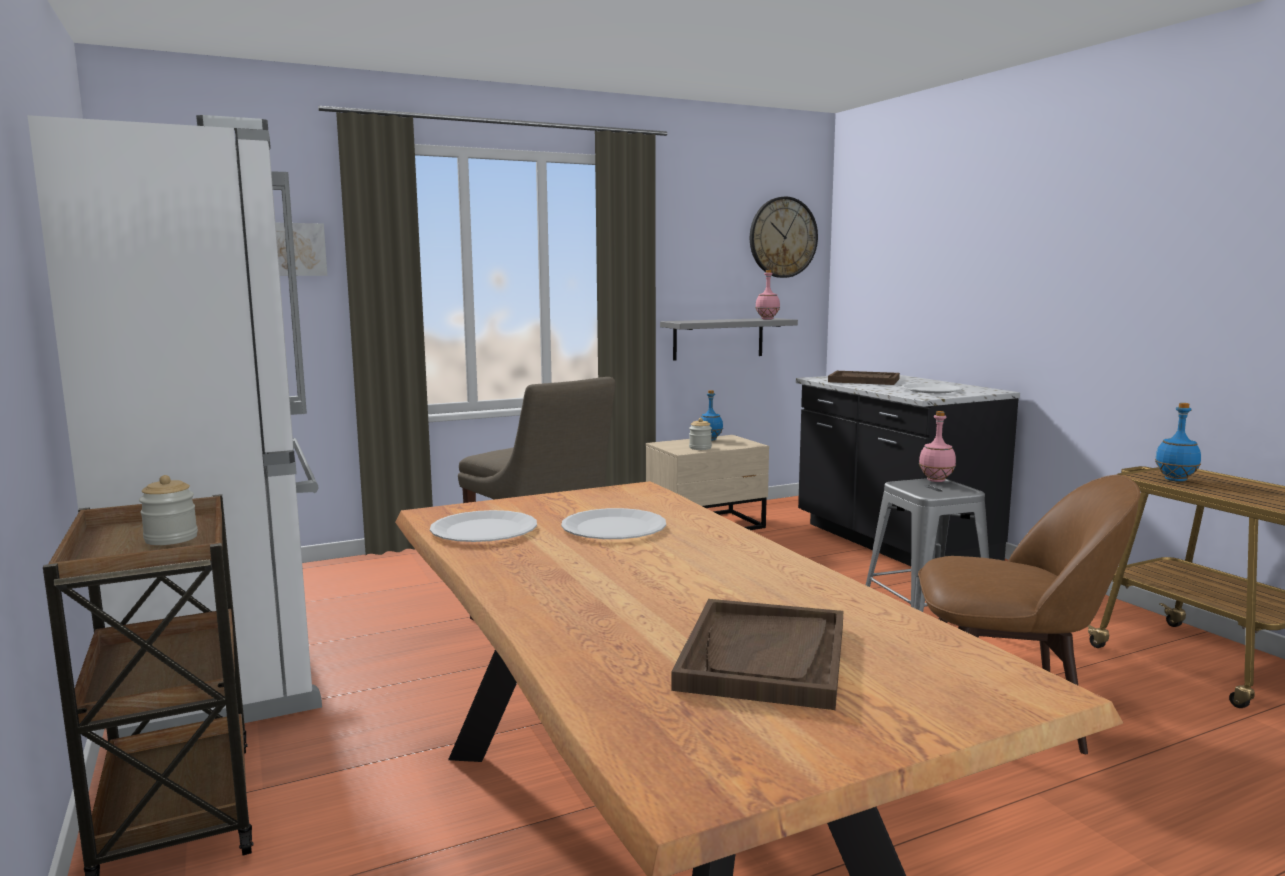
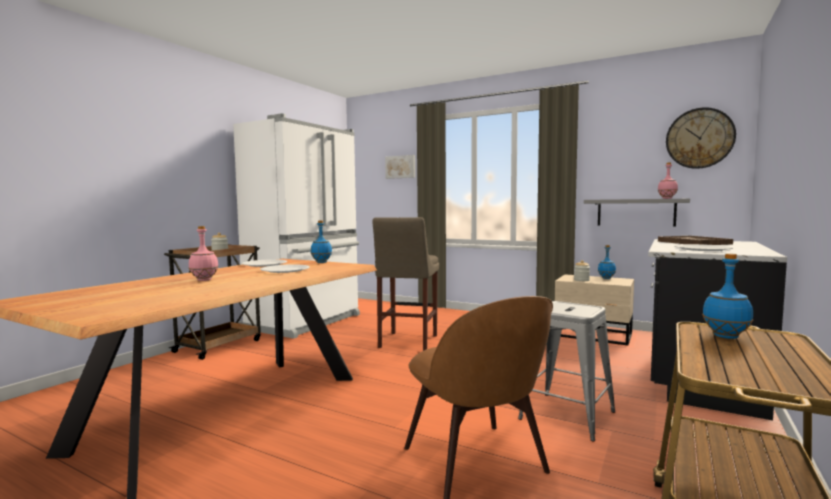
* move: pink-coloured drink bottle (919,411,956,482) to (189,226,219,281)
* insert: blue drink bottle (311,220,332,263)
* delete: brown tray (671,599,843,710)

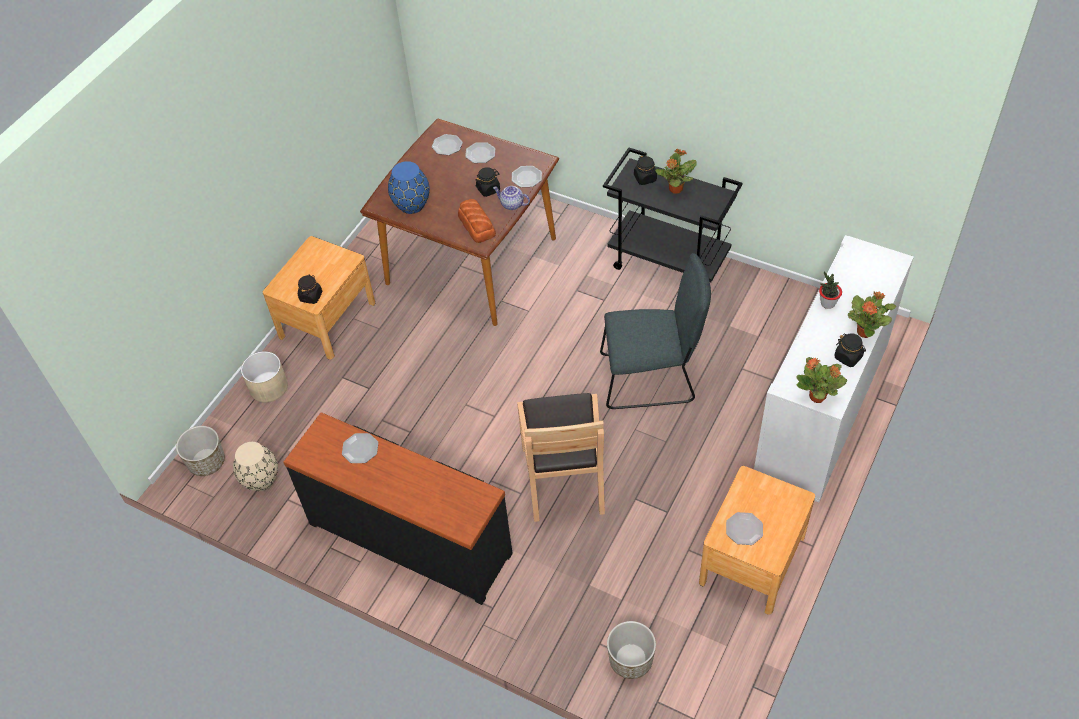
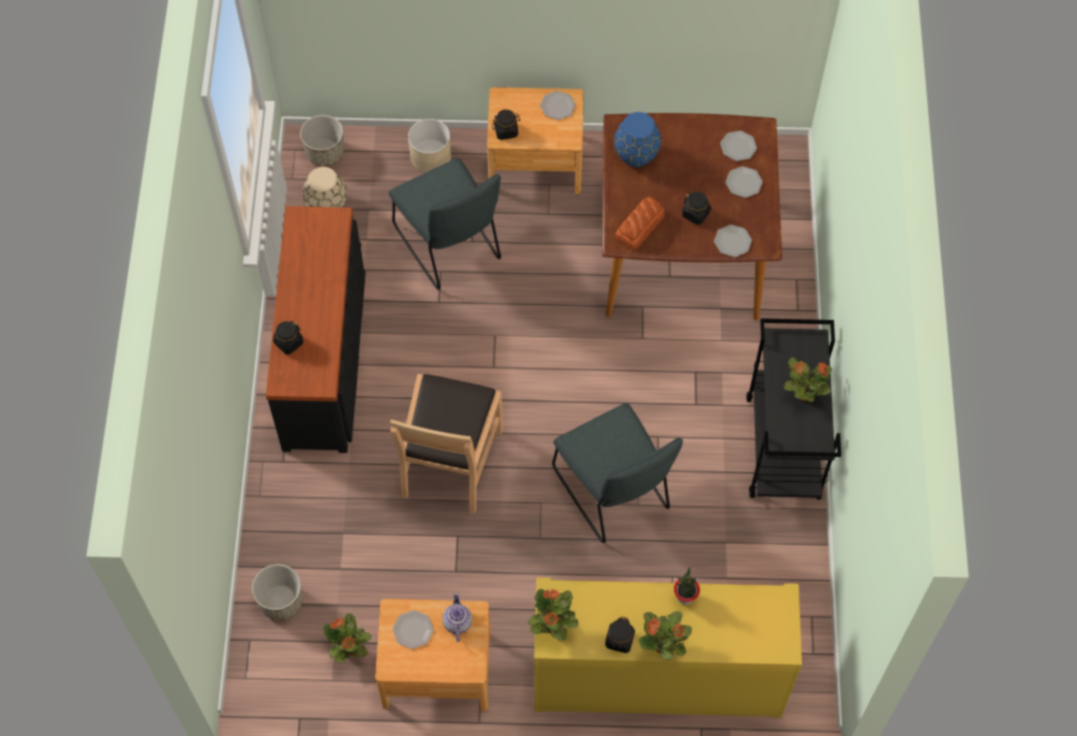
* move: black storage jar (634,155,657,185) to (273,321,303,355)
* insert: plant in a pot (323,613,372,663)
* insert: greyish plain chair (389,158,501,290)
* rotate: brown plain chair (517,393,605,522) = (390,374,503,514) 45 degrees counterclockwise
* move: tea pot (493,186,530,210) to (442,592,472,642)
* recolor: white-coloured storage cabinet (754,235,914,503) to yellow storage cabinet (534,577,802,718)
* move: flat dish (342,433,378,463) to (540,91,575,120)

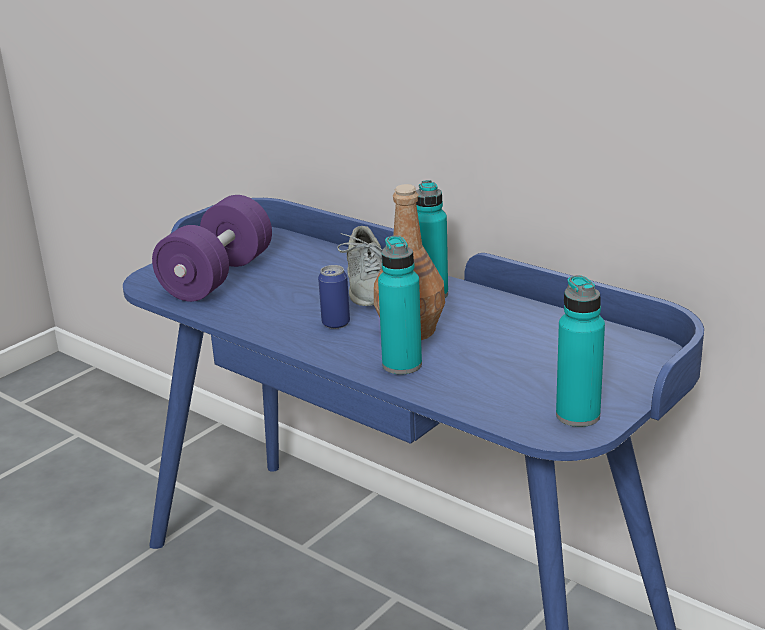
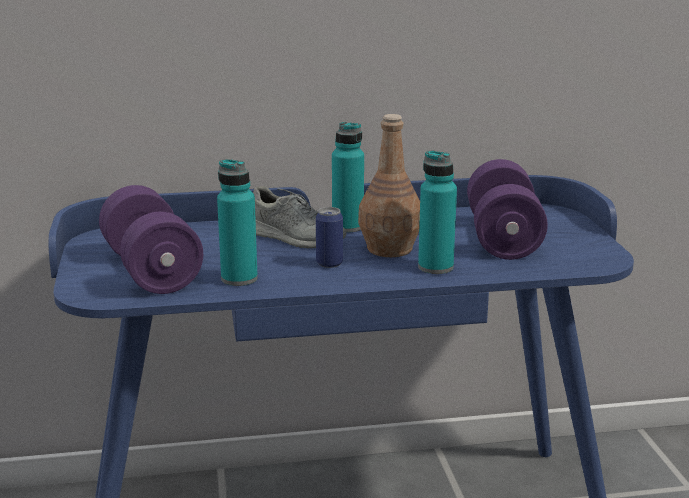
* move: turquoise drink bottle (556,275,605,427) to (217,159,258,286)
* insert: purple-coloured hand weight (467,159,548,260)

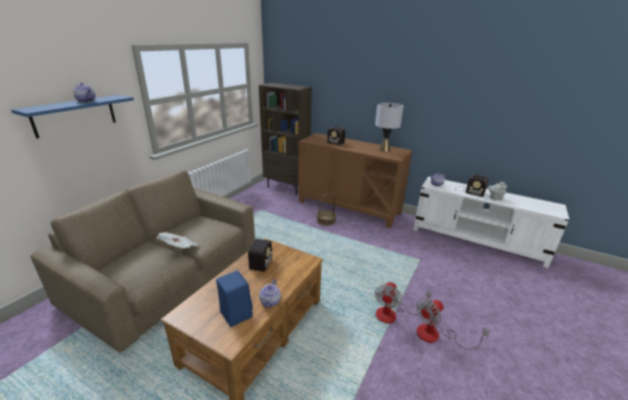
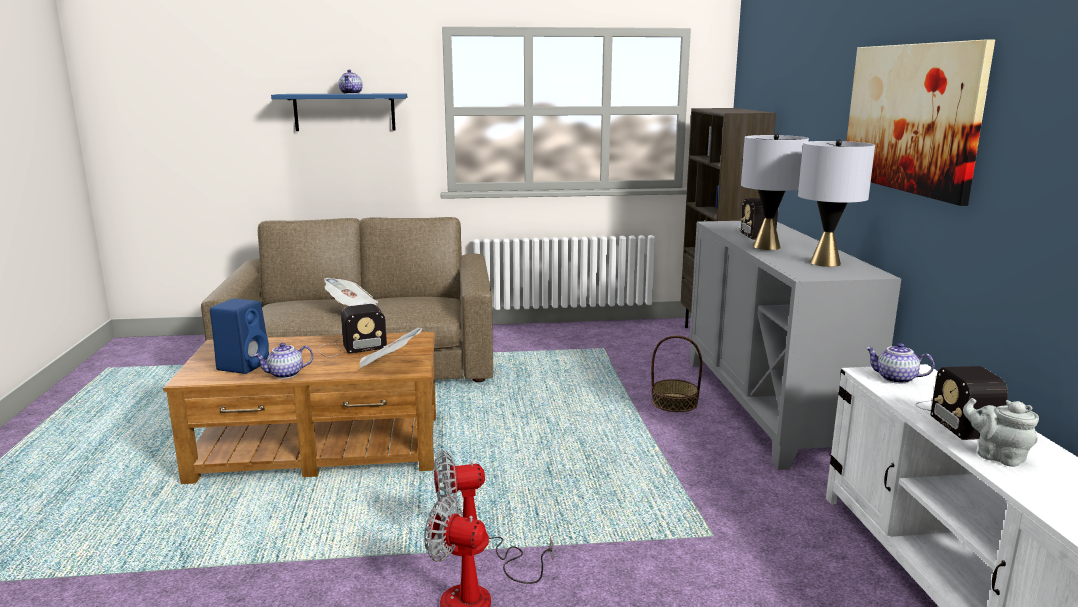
* insert: daily paper (358,327,422,369)
* recolor: brown storage cabinet (298,133,412,228) to greyish storage cabinet (689,221,901,470)
* insert: greyish lamp for a table (741,133,809,250)
* insert: picture (847,39,995,206)

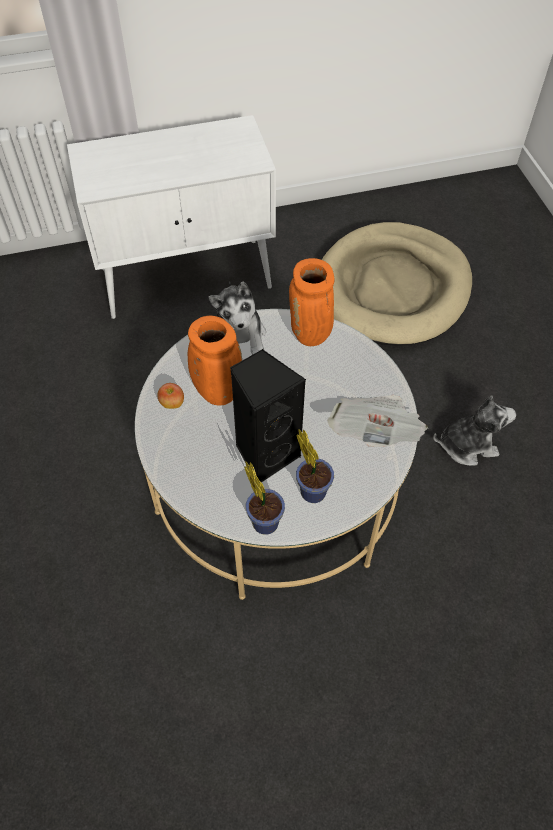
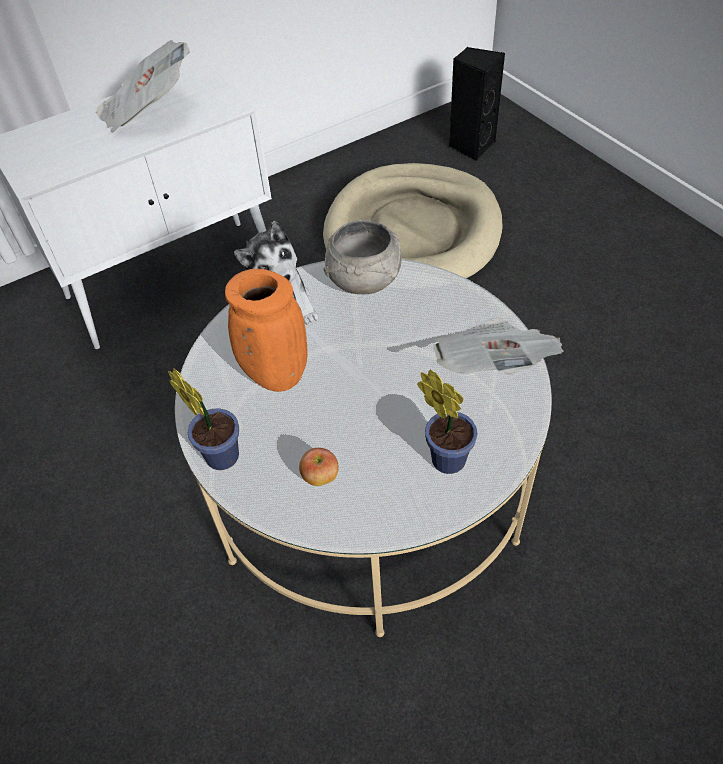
* insert: daily paper (96,40,189,133)
* move: plant in a pot (244,462,285,535) to (168,368,239,470)
* move: whole apple (157,383,184,409) to (299,448,339,486)
* replace: orangey flower vase (289,258,334,346) to greyish serving bowl (324,220,402,294)
* move: black audio speaker (230,349,306,482) to (449,47,505,161)
* delete: soft toy (433,395,516,466)

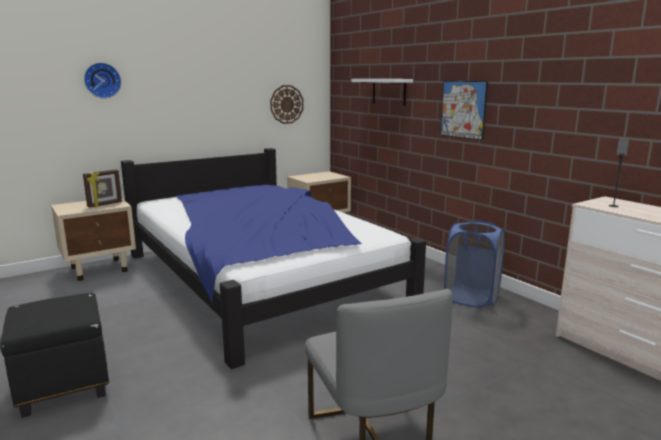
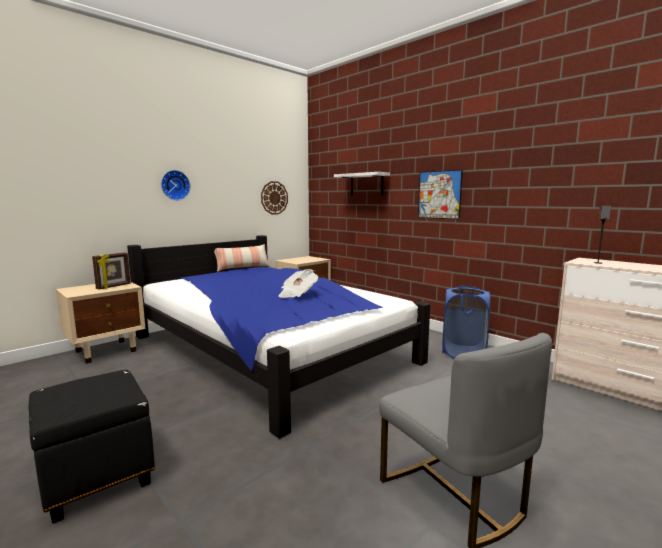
* move: clock on the wall (84,62,121,99) to (161,170,190,200)
* insert: throw pillow (214,244,270,272)
* insert: daily paper (278,269,318,298)

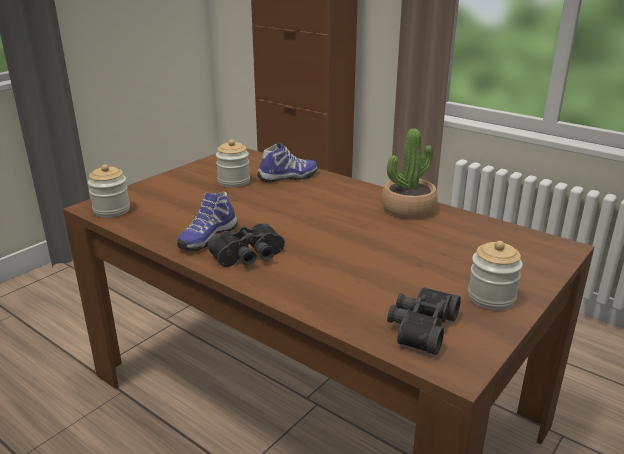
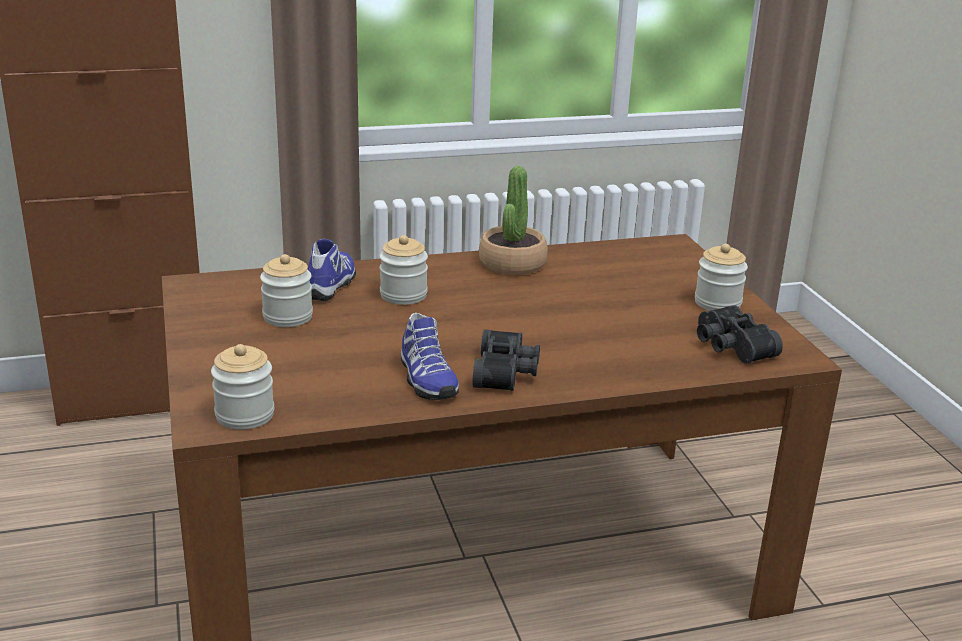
* insert: storage jar (380,235,428,305)

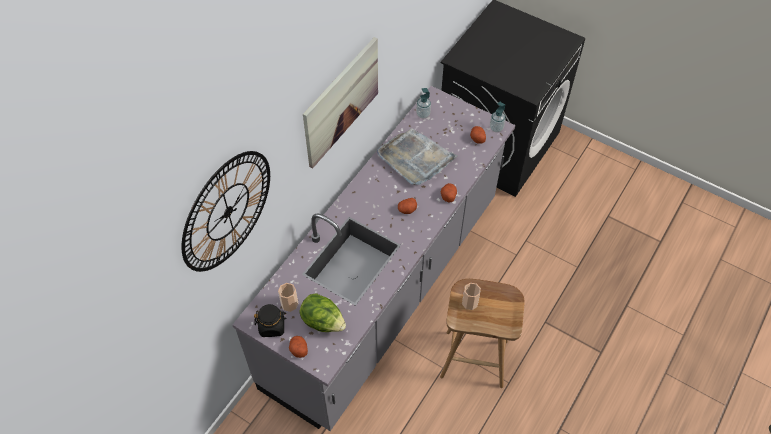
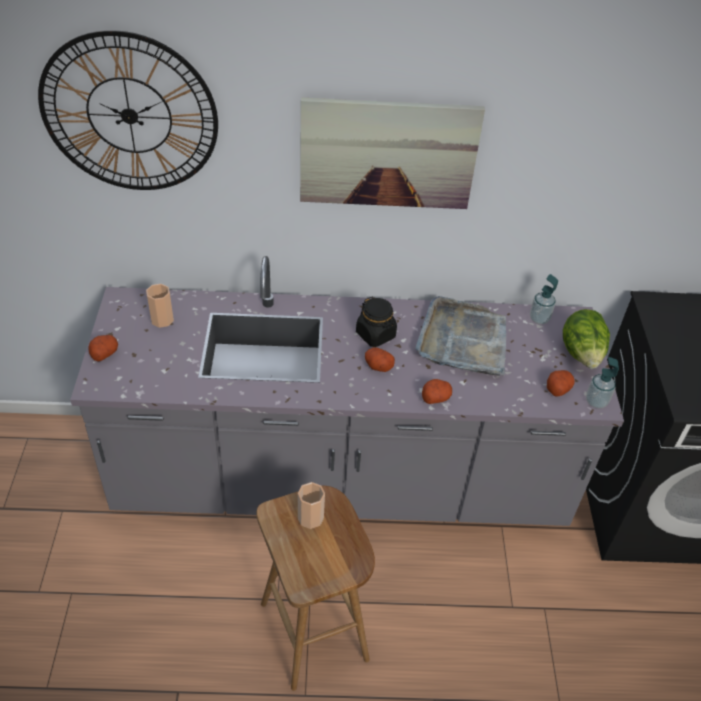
* move: black storage jar (254,304,287,337) to (356,297,397,347)
* move: head of lettuce (300,293,346,332) to (563,309,610,369)

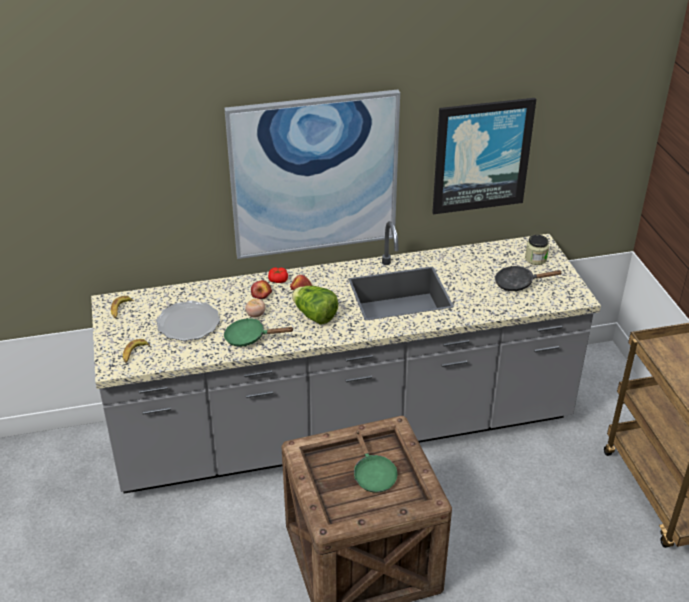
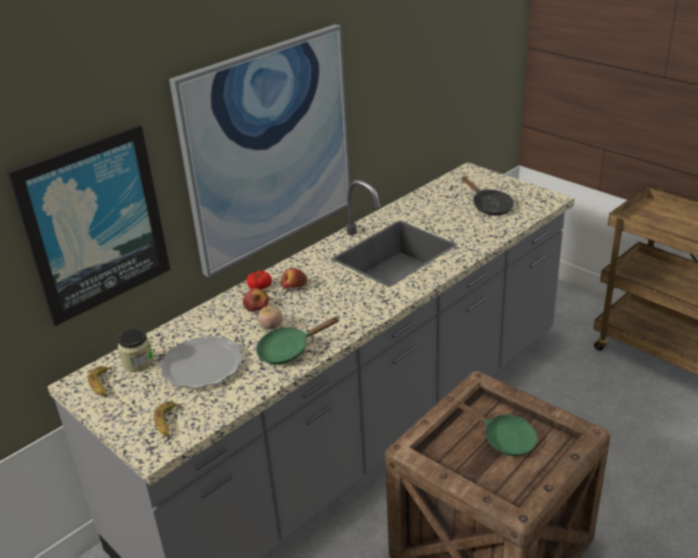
* move: picture (432,98,536,214) to (7,125,170,326)
* move: storage jar (525,235,549,265) to (118,329,154,372)
* rotate: black skillet (495,266,561,291) = (462,177,514,215) 90 degrees counterclockwise
* delete: head of lettuce (292,286,339,325)

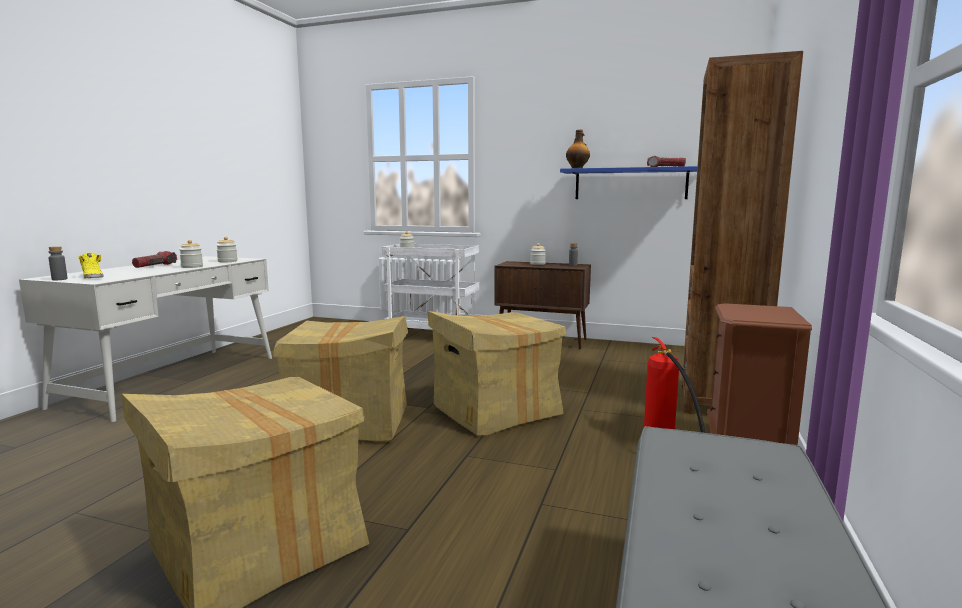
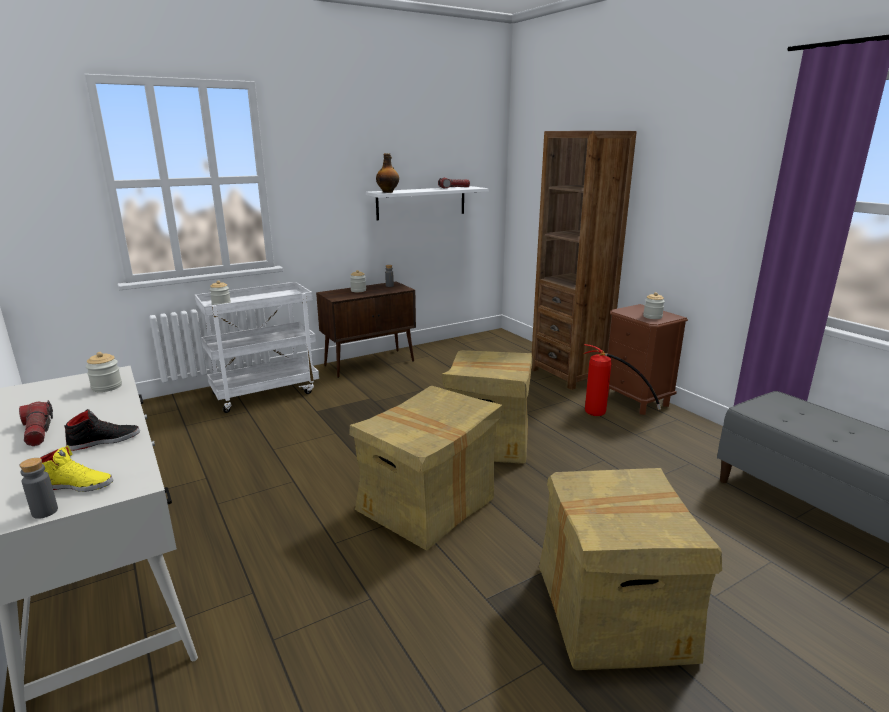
* insert: black item of footwear (64,409,140,451)
* recolor: blue wall shelf (560,166,697,199) to white-coloured wall shelf (366,186,488,220)
* move: storage jar (179,240,203,268) to (643,292,665,319)

